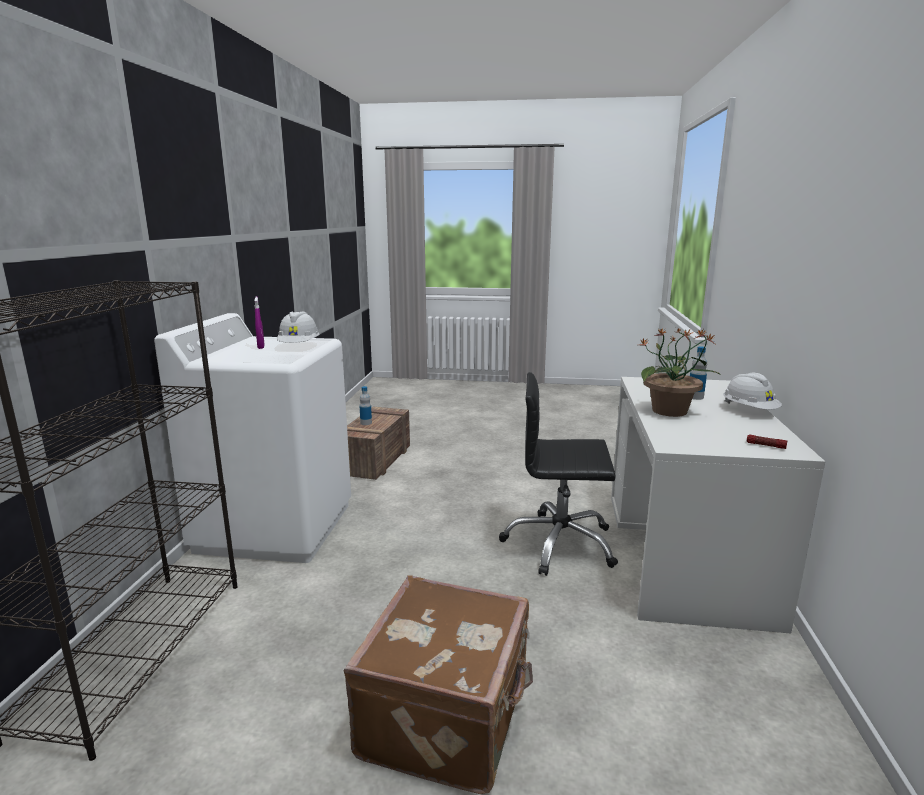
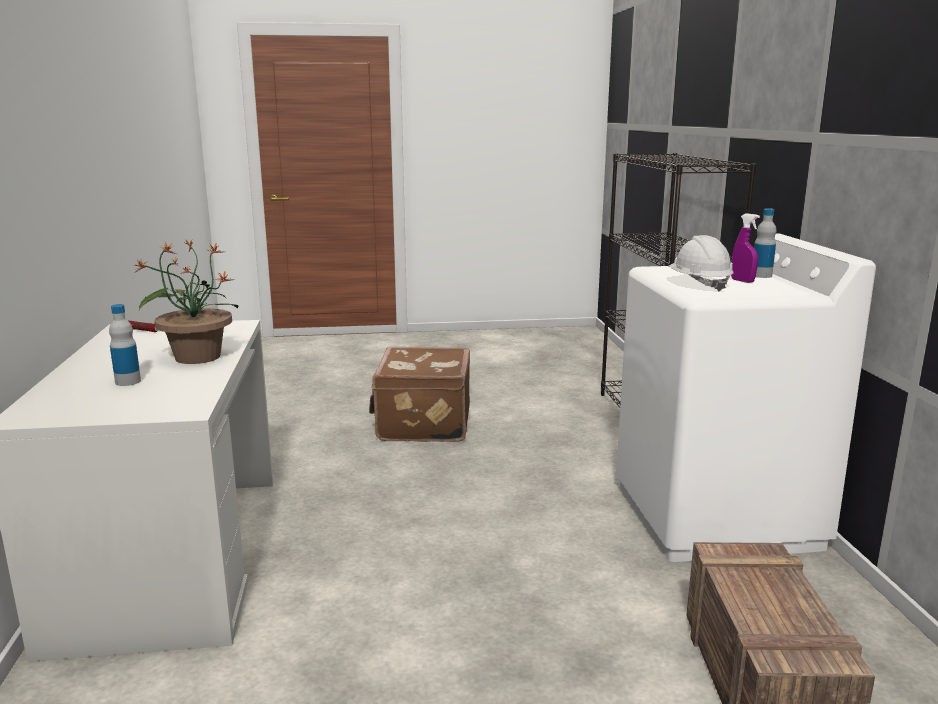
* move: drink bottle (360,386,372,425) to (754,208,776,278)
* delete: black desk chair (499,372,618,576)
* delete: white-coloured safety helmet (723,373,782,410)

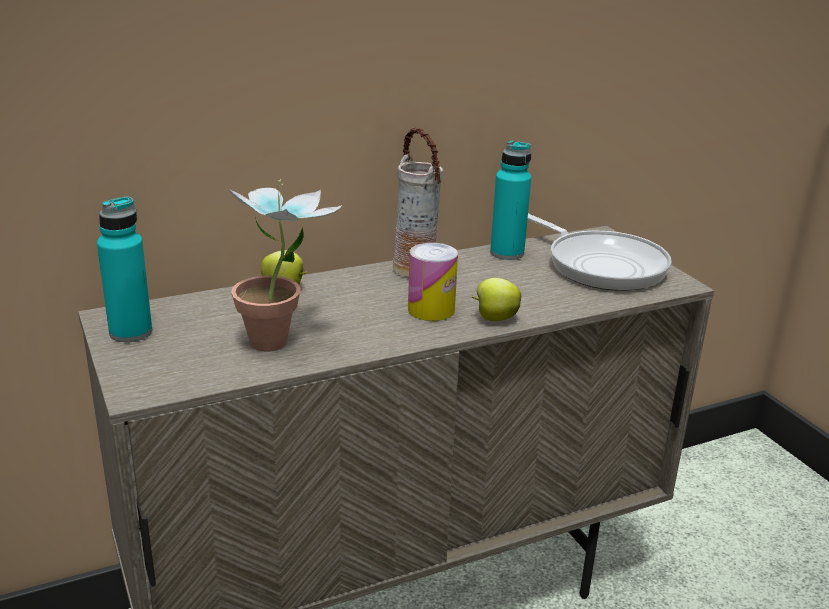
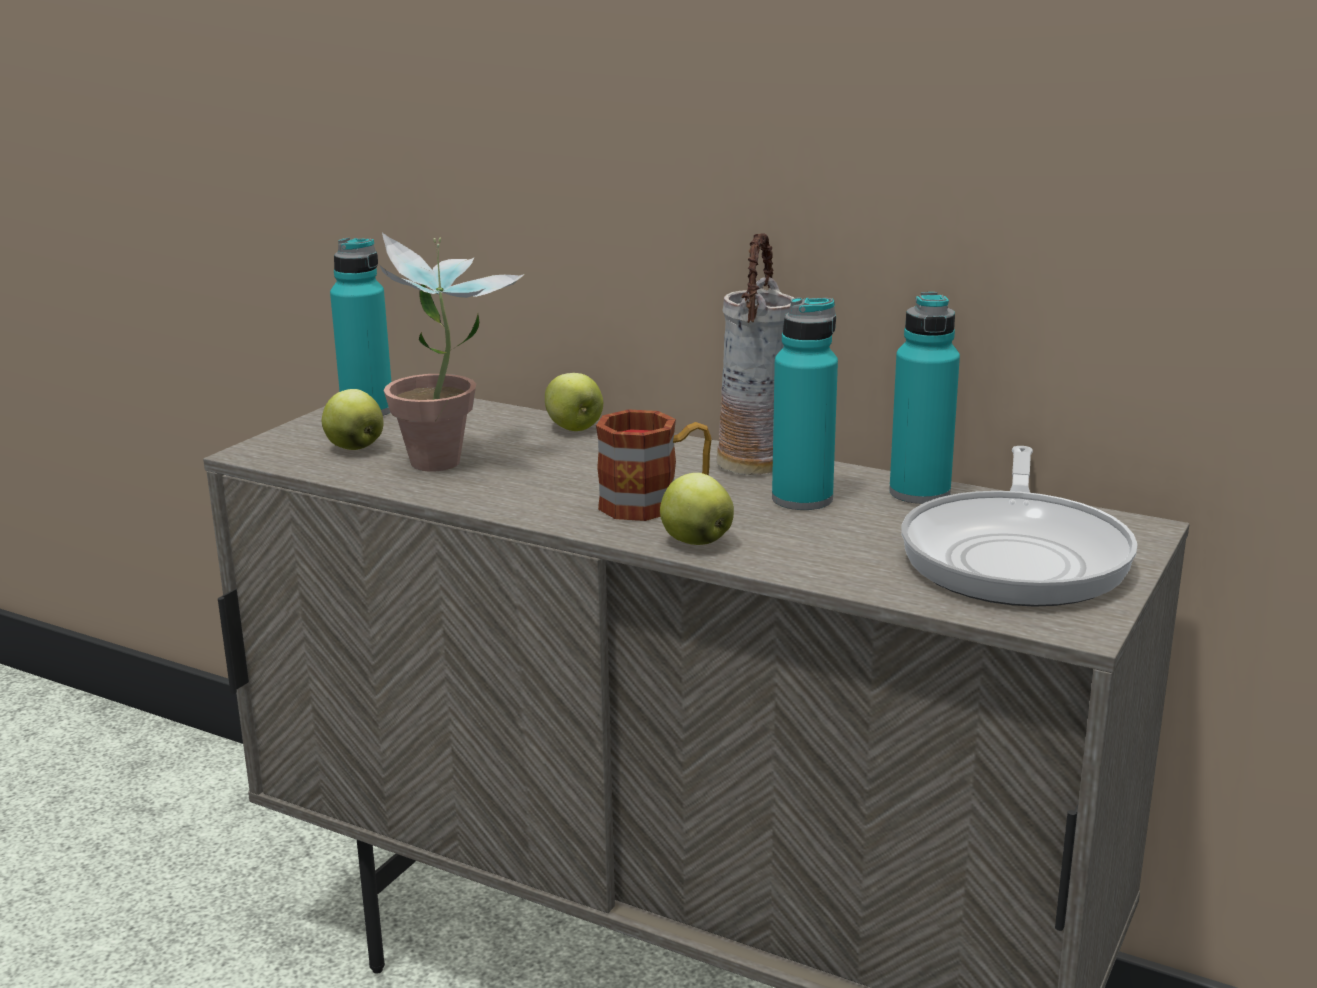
* insert: whole apple (322,389,383,450)
* replace: sealed can (408,243,458,321) to tea mug (596,409,712,521)
* insert: turquoise drink bottle (772,297,838,510)

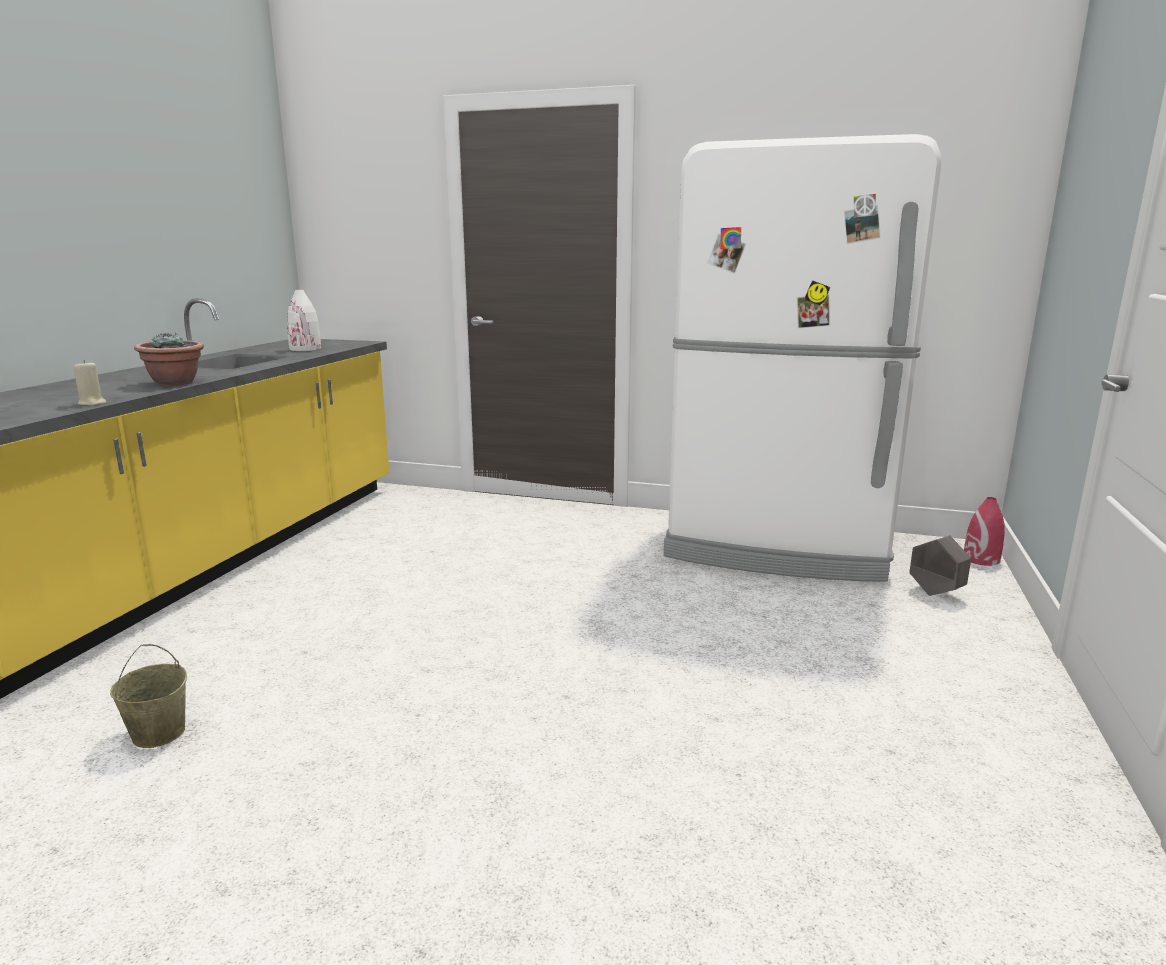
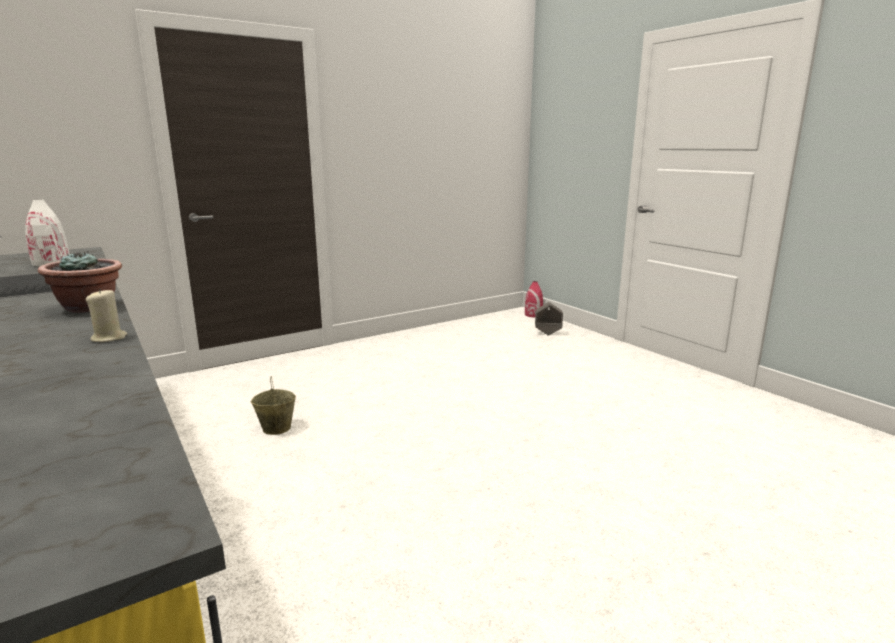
* move: beige water bucket (110,644,187,748) to (251,376,296,435)
* delete: white-coloured kitchen fridge (663,134,941,582)

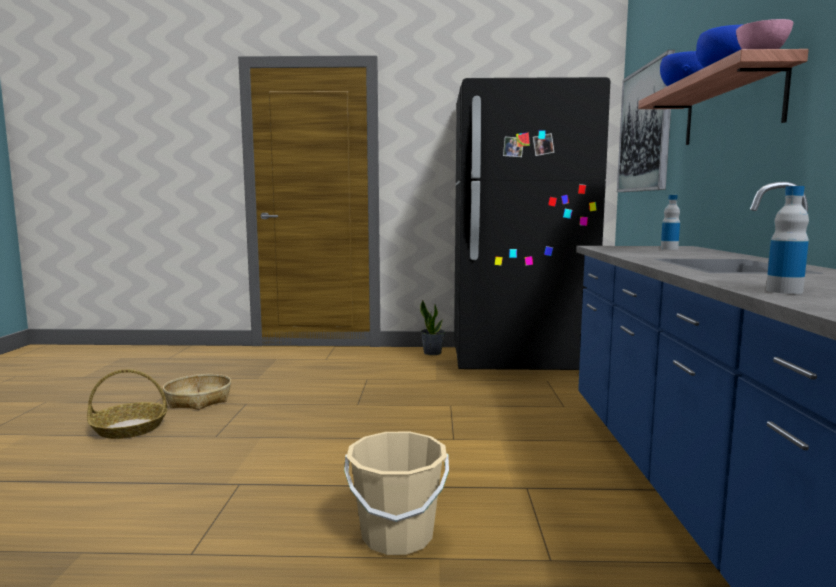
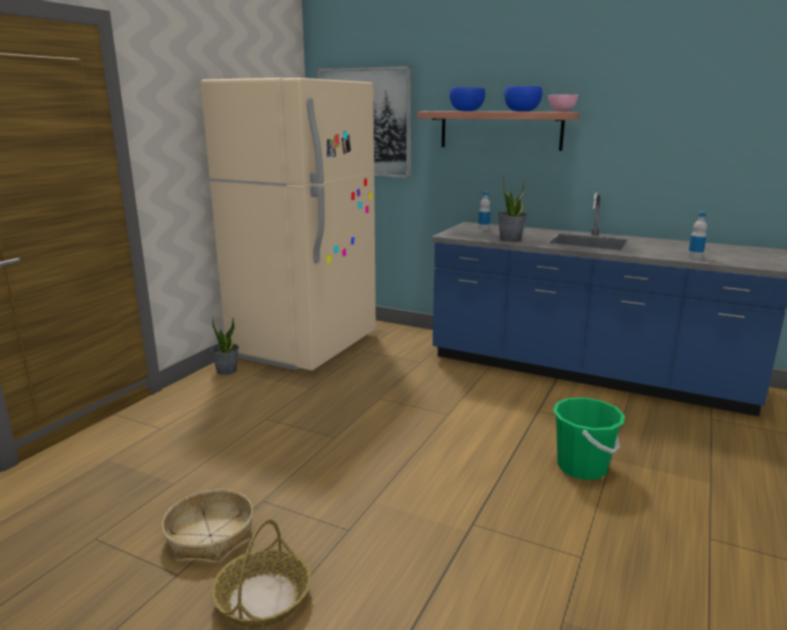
* recolor: black kitchen fridge (454,77,610,370) to beige kitchen fridge (201,78,376,371)
* insert: plant in a pot (497,175,527,242)
* recolor: beige water bucket (344,432,449,555) to green-coloured water bucket (553,397,625,480)

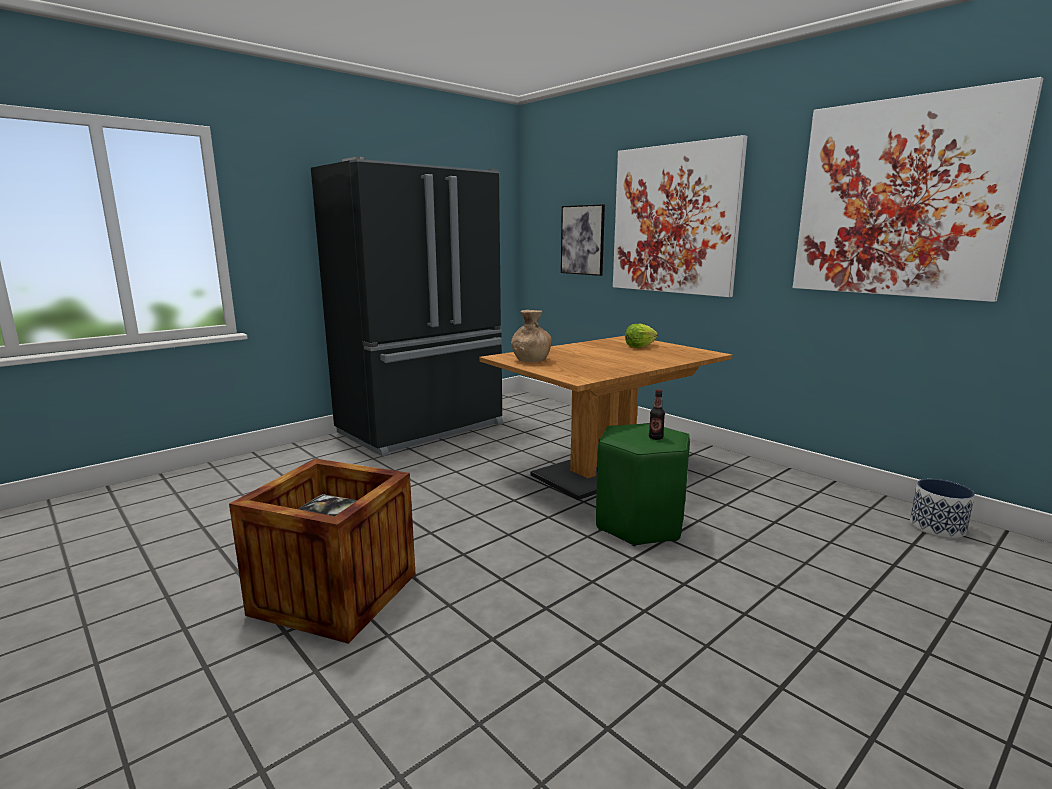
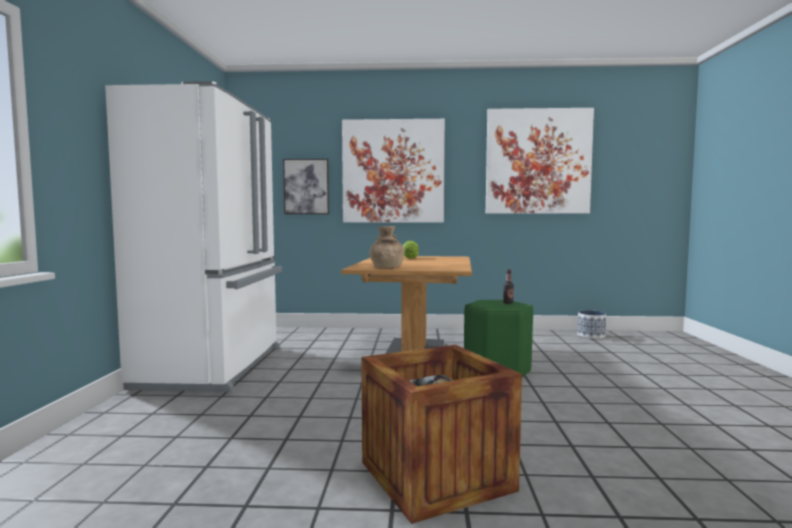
* recolor: black kitchen fridge (311,157,503,457) to white-coloured kitchen fridge (105,81,282,392)

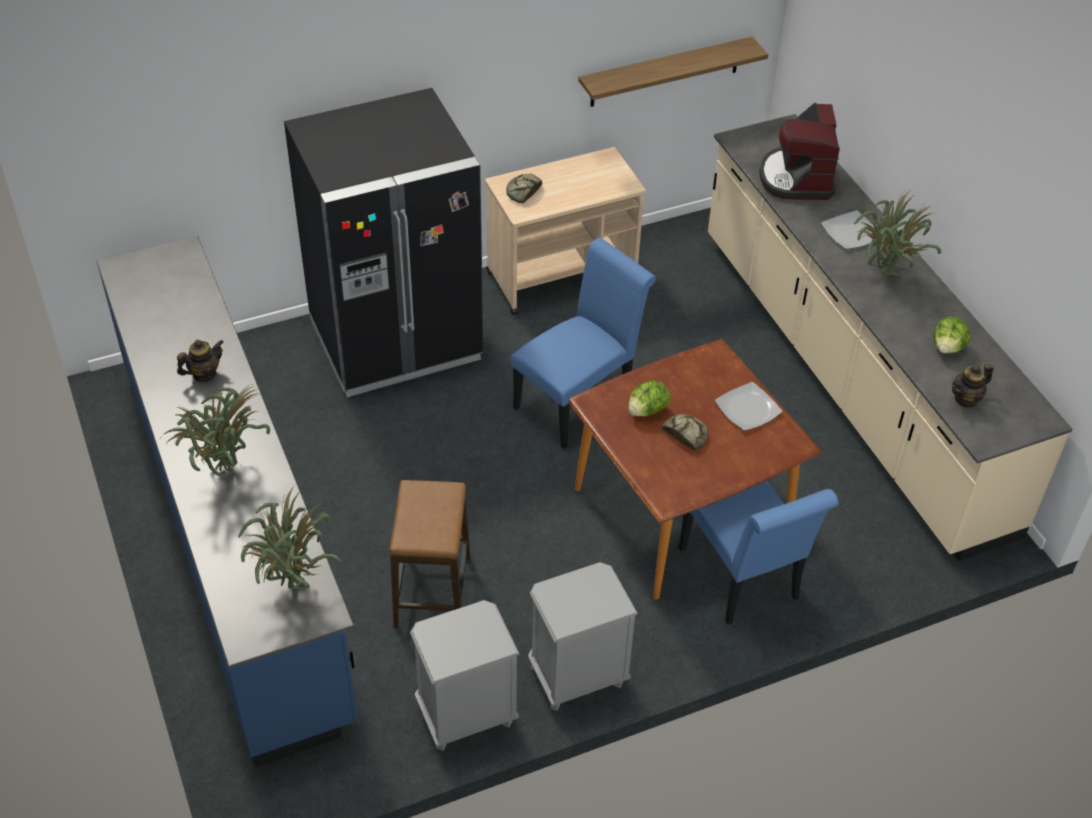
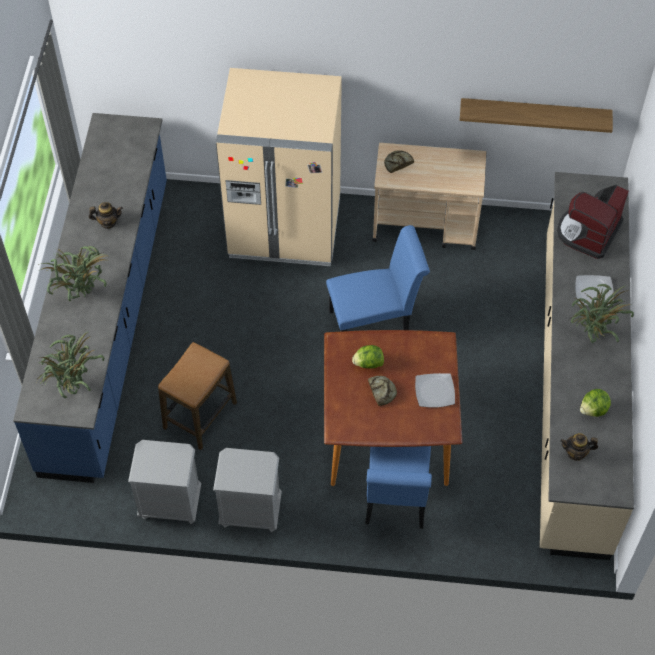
* recolor: black kitchen fridge (284,88,483,397) to beige kitchen fridge (216,68,342,266)

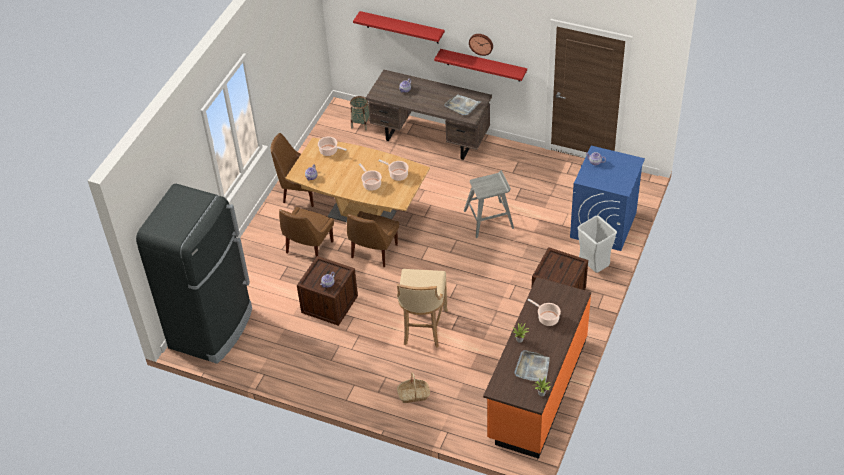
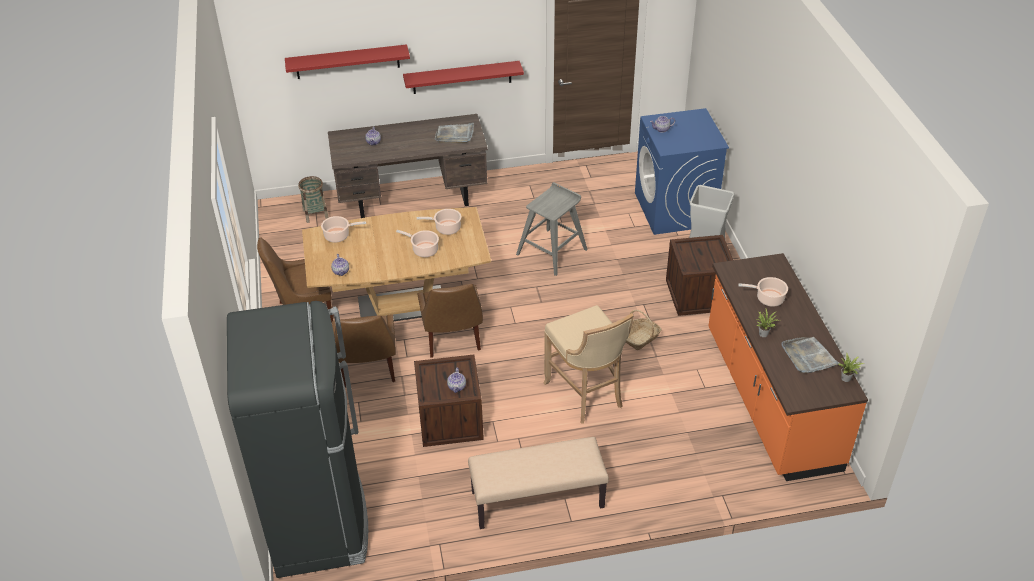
* insert: beige long seat (468,437,609,529)
* move: basket (397,372,430,403) to (626,310,662,350)
* delete: clock on the wall (469,34,493,56)

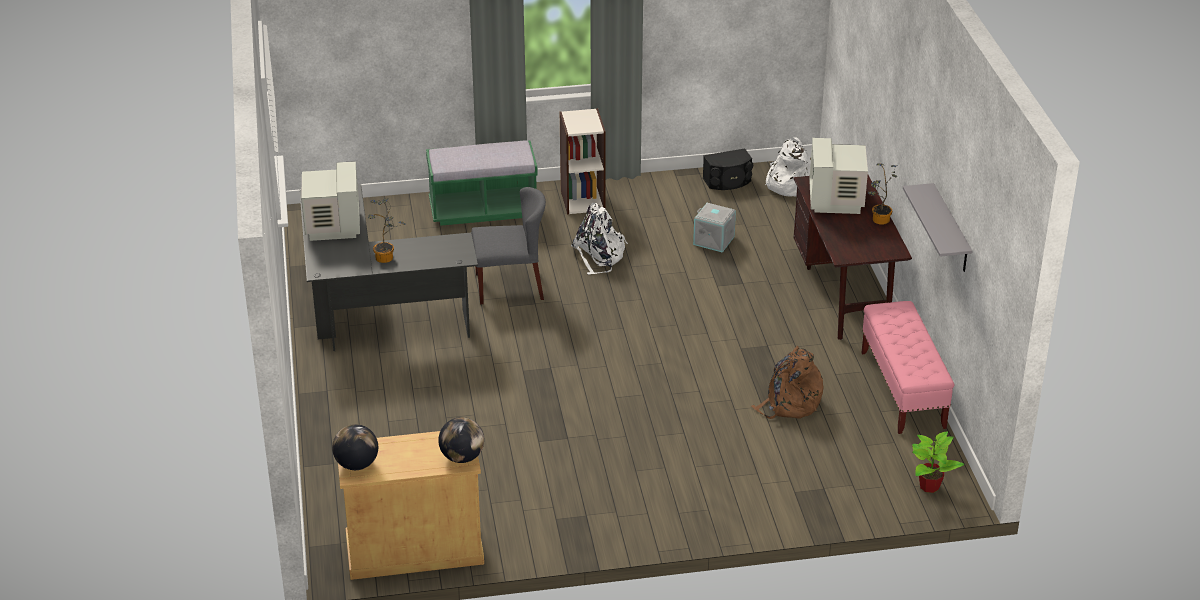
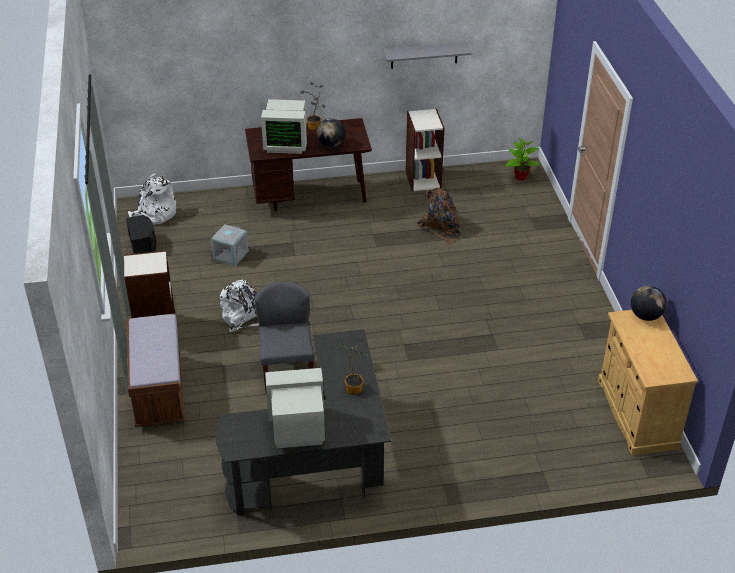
* recolor: green-coloured long seat (426,140,538,226) to brown long seat (127,313,185,427)
* move: desk globe (332,424,378,470) to (316,118,345,147)
* replace: pink-coloured long seat (861,301,955,434) to shelving unit (405,109,445,192)

